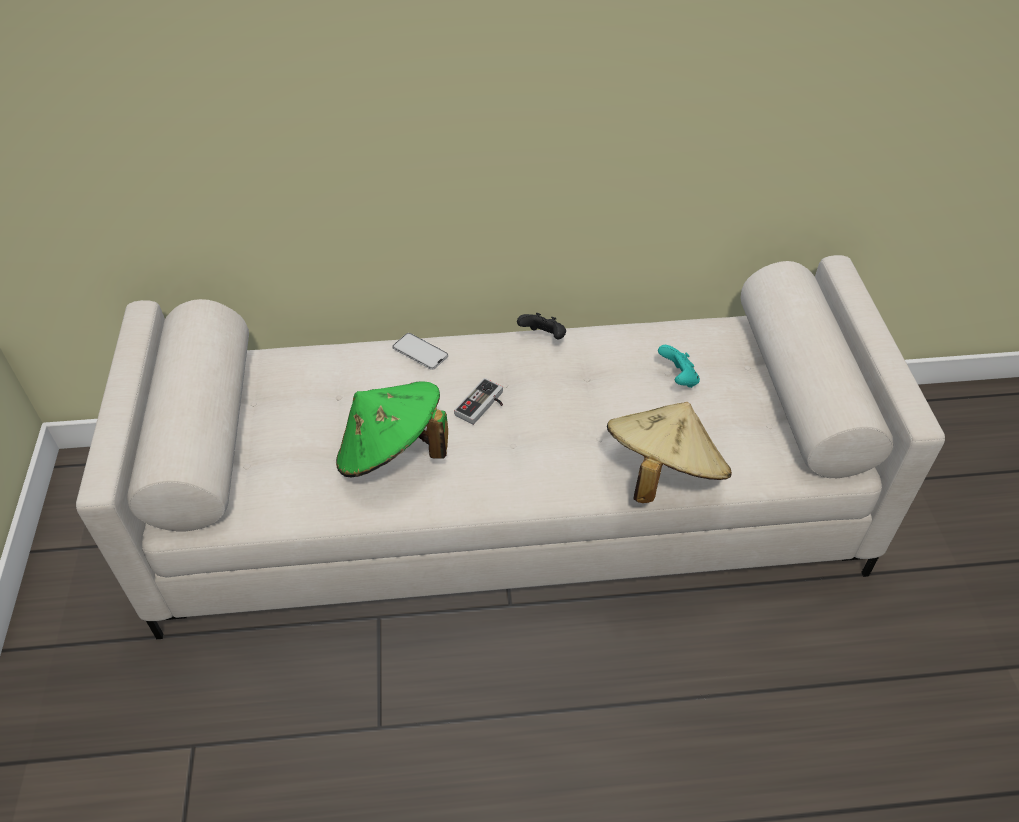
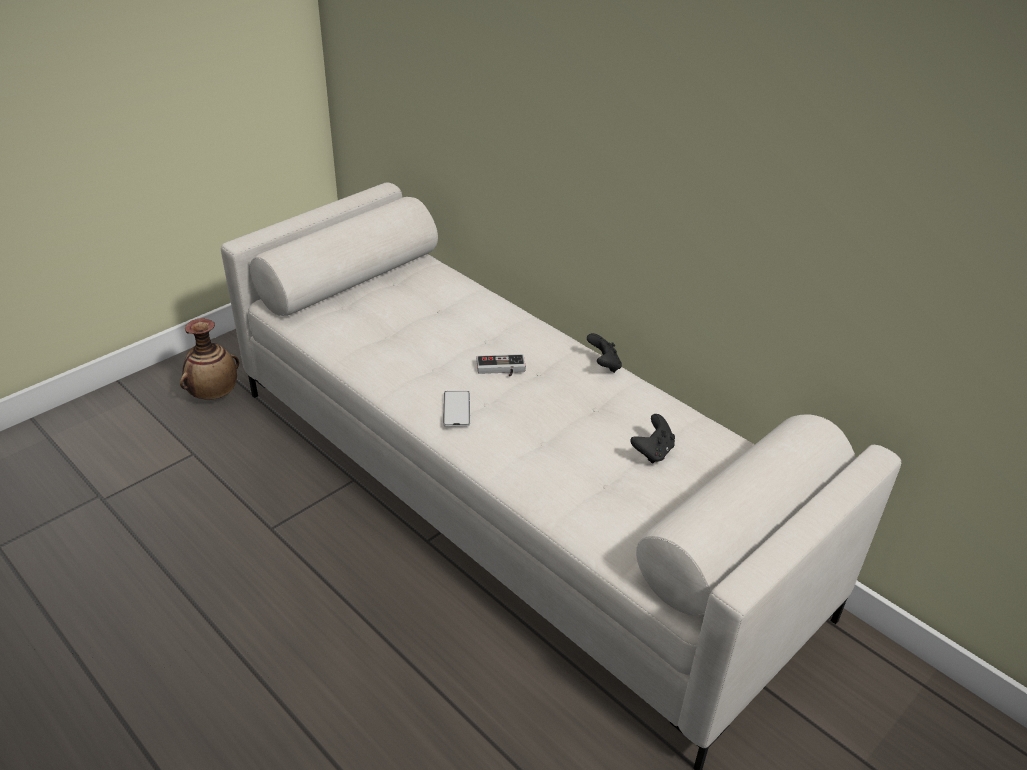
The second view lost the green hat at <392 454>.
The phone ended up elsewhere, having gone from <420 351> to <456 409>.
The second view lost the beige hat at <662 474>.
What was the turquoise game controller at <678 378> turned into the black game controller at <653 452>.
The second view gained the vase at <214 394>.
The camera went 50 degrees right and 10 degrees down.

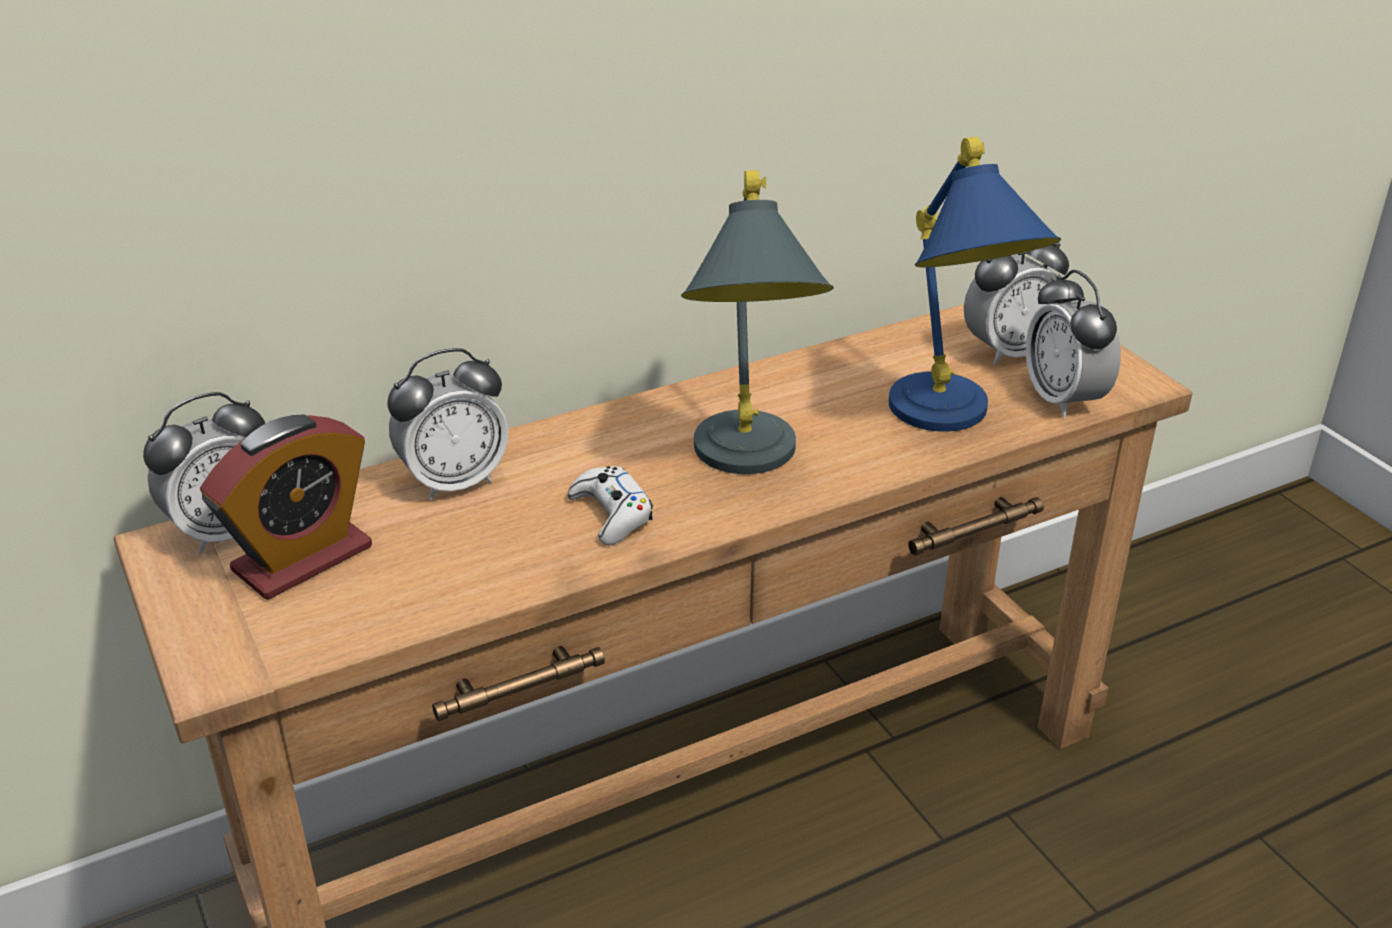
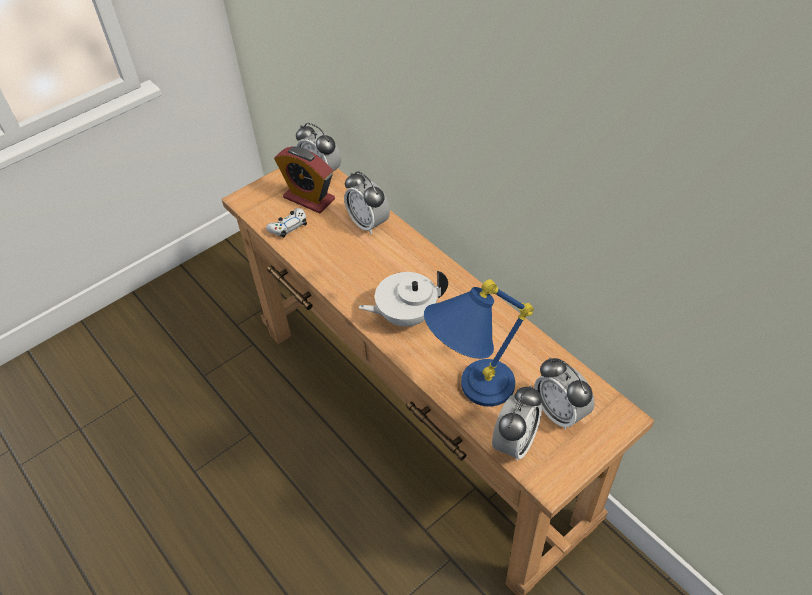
The white game controller ended up elsewhere, having gone from <611 514> to <288 226>.
Where the grey table lamp stood at <747 468>, the white teapot came to stand at <406 315>.
The alarm clock at <1064 400> ended up facing another way, 150 degrees clockwise from before.
The camera went 80 degrees right and 15 degrees up.

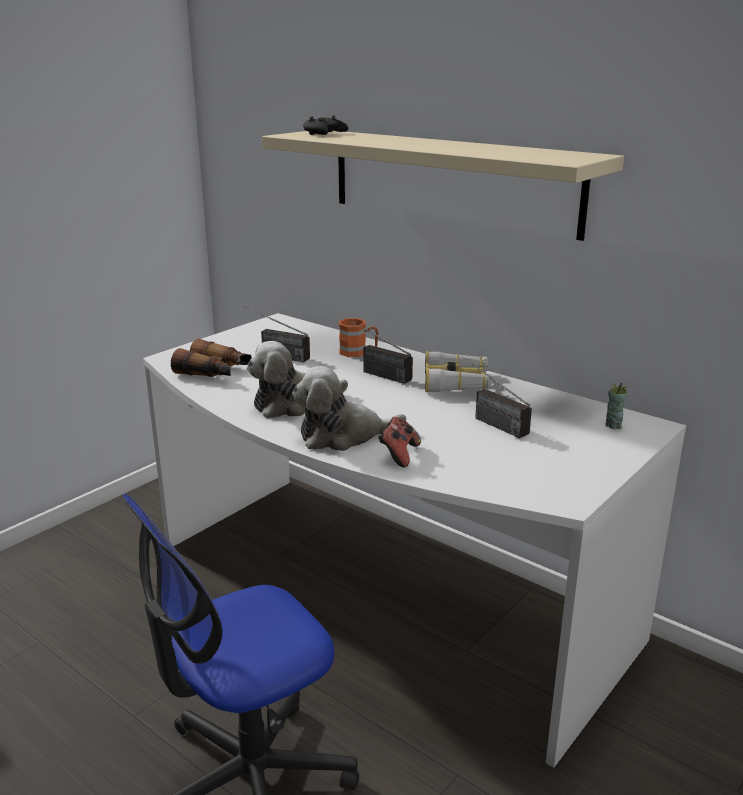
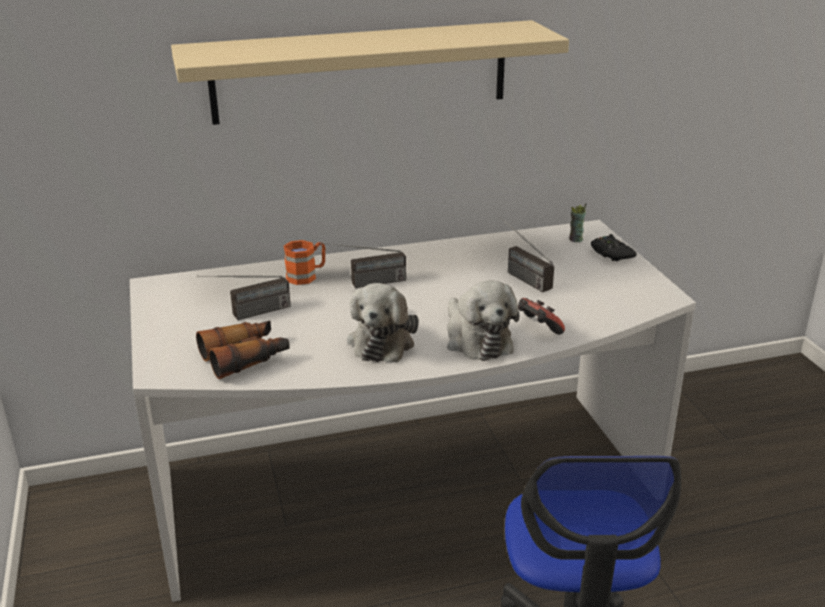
The plush toy at <343 436> ended up facing another way, 45 degrees counterclockwise from before.
The black game controller ended up elsewhere, having gone from <324 133> to <611 254>.
The second view lost the binoculars at <456 382>.
The radio at <488 421> ended up facing another way, 60 degrees clockwise from before.
The camera went 55 degrees left and 5 degrees up.

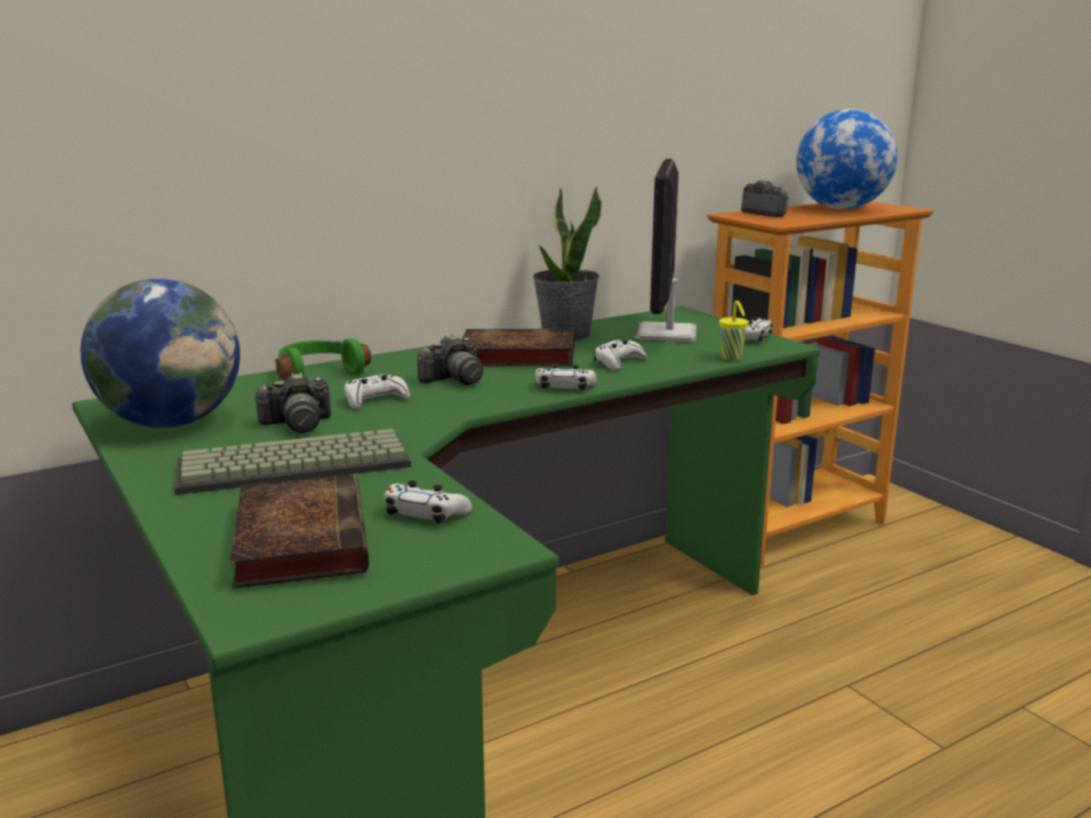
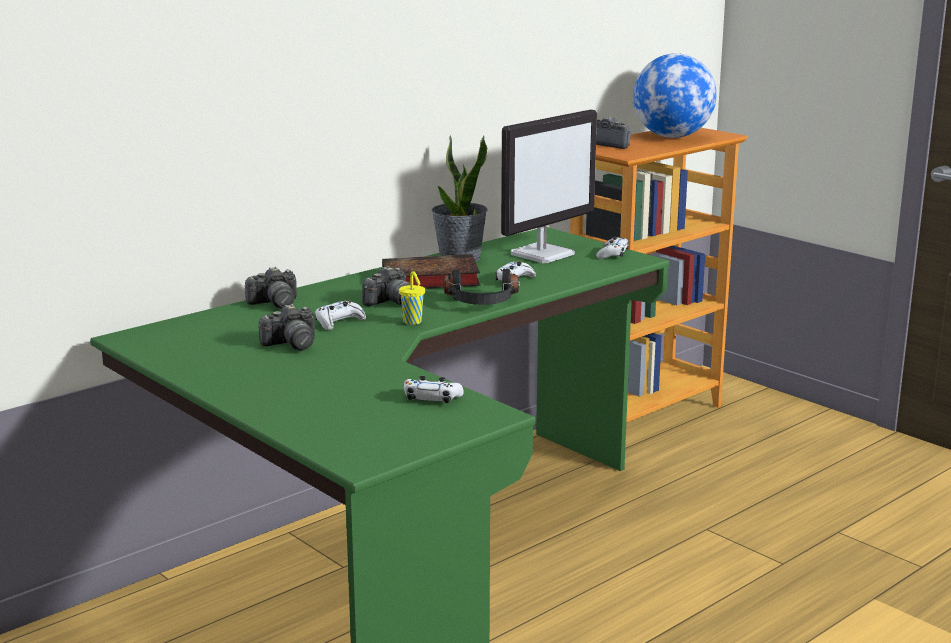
The second view lost the globe at <171 423>.
The second view lost the keyboard at <291 467>.
The second view lost the book at <299 538>.
Where the green headphones stood at <317 373>, the photo camera came to stand at <275 303>.
Where the white game controller stood at <565 387>, the black headphones came to stand at <482 303>.
The monitor at <666 334> ended up facing another way, 135 degrees counterclockwise from before.
The yellow cup ended up elsewhere, having gone from <732 358> to <413 322>.
The camera went 10 degrees left and 0 degrees up.

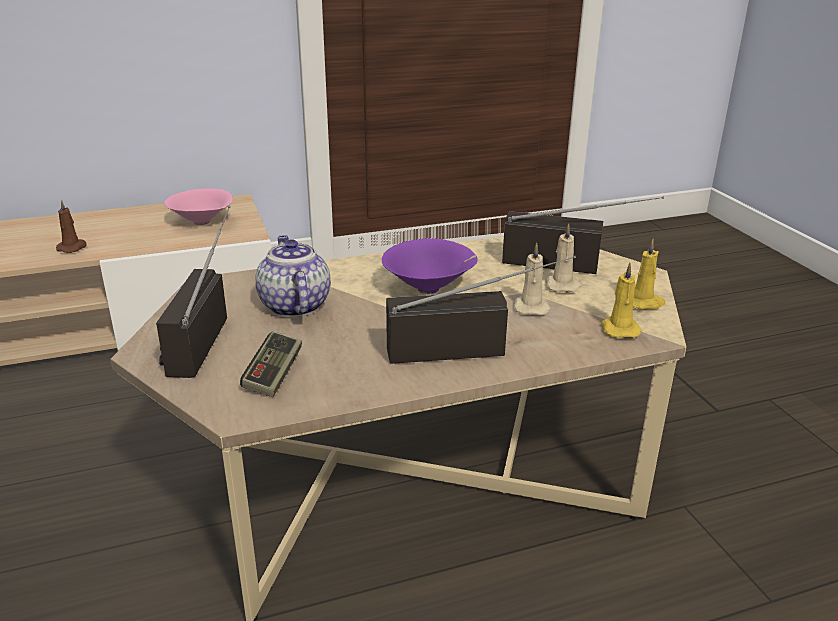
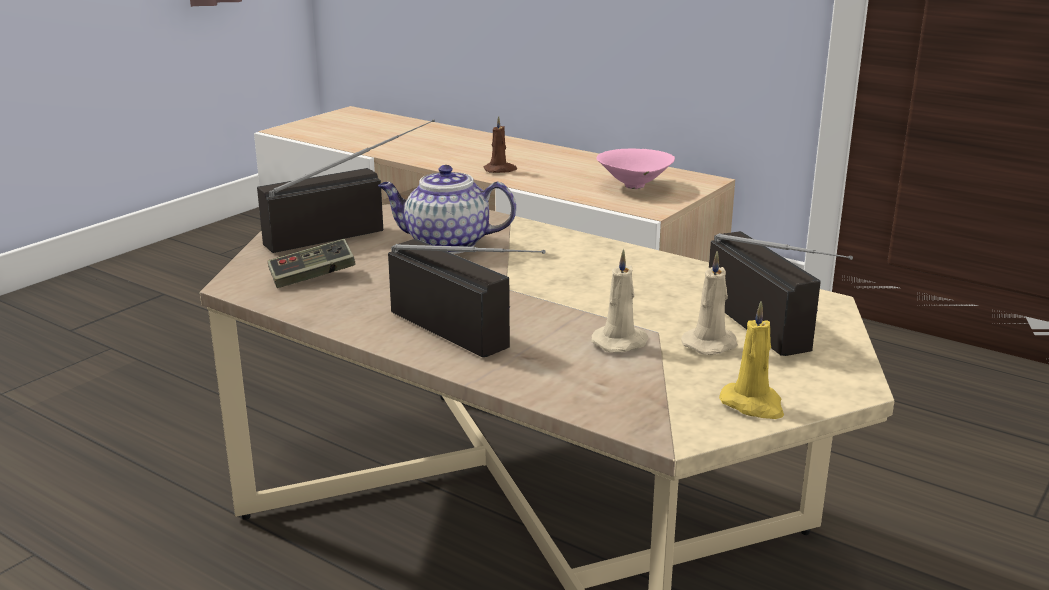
The teapot at <293 305> ended up facing another way, 120 degrees counterclockwise from before.
The second view lost the purple bowl at <430 289>.
The second view lost the yellow candle at <619 329>.
The camera went 55 degrees right and 5 degrees down.

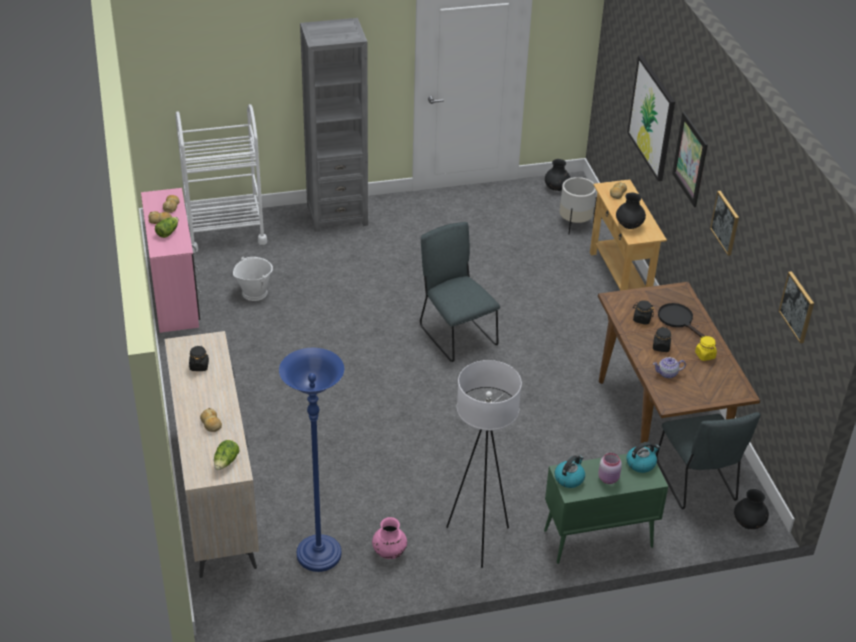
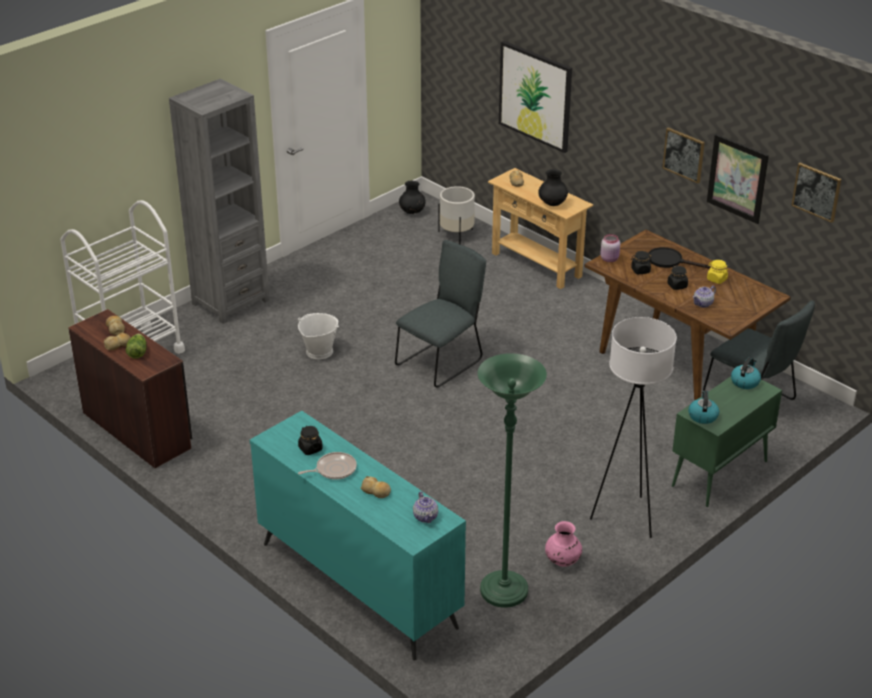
What was the pink desk at <176 295> turned into the brown desk at <138 429>.
What was the beige dresser at <217 494> turned into the turquoise dresser at <358 584>.
Where the lettuce stood at <226 462>, the teapot came to stand at <425 516>.
The white bucket ended up elsewhere, having gone from <254 292> to <319 351>.
What was the blue floor lamp at <318 555> turned into the green floor lamp at <503 591>.
The grey chair at <456 334> ended up facing another way, 105 degrees clockwise from before.
The pink jar ended up elsewhere, having gone from <609 478> to <610 259>.
The picture ended up elsewhere, having gone from <690 159> to <737 178>.
The second view lost the black vase at <748 523>.
The second view gained the frying pan at <334 469>.
The camera went 30 degrees left and 5 degrees down.

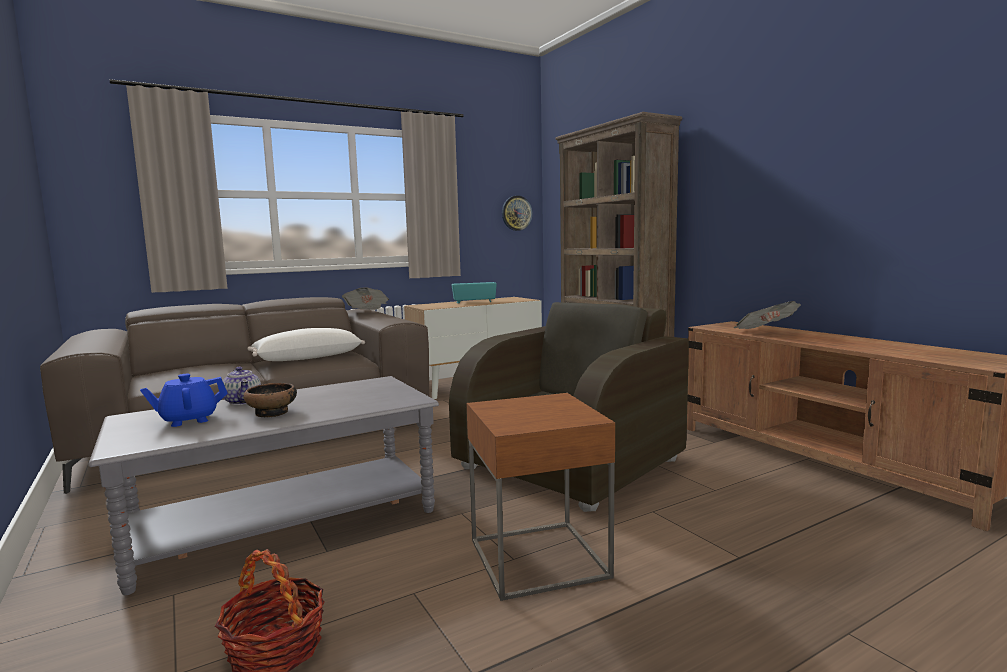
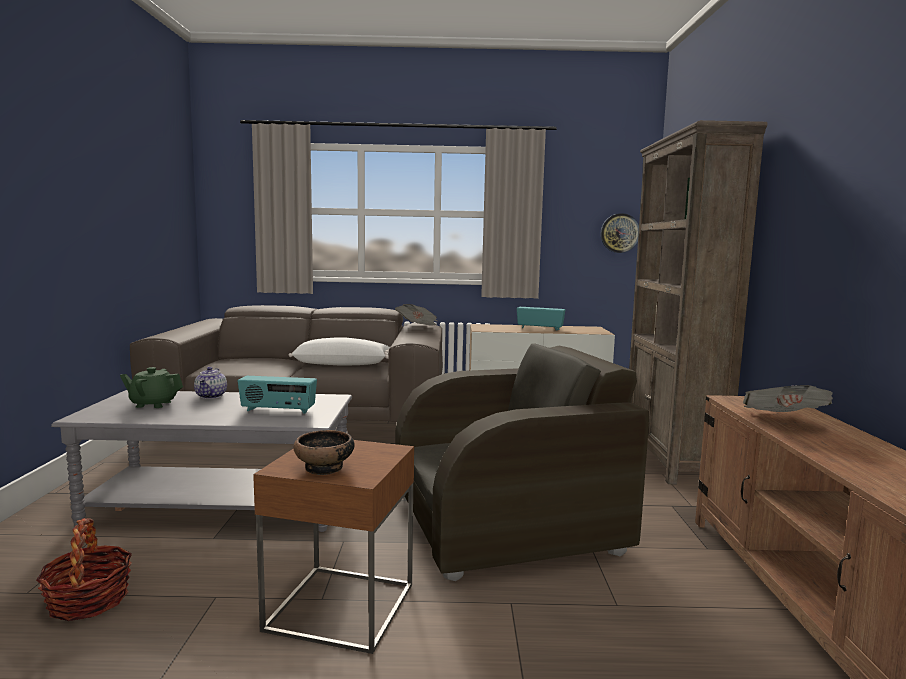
What was the blue teapot at <188 420> turned into the green teapot at <153 404>.
The bowl ended up elsewhere, having gone from <272 413> to <325 468>.
The second view gained the radio at <278 411>.
The camera went 30 degrees right and 0 degrees up.

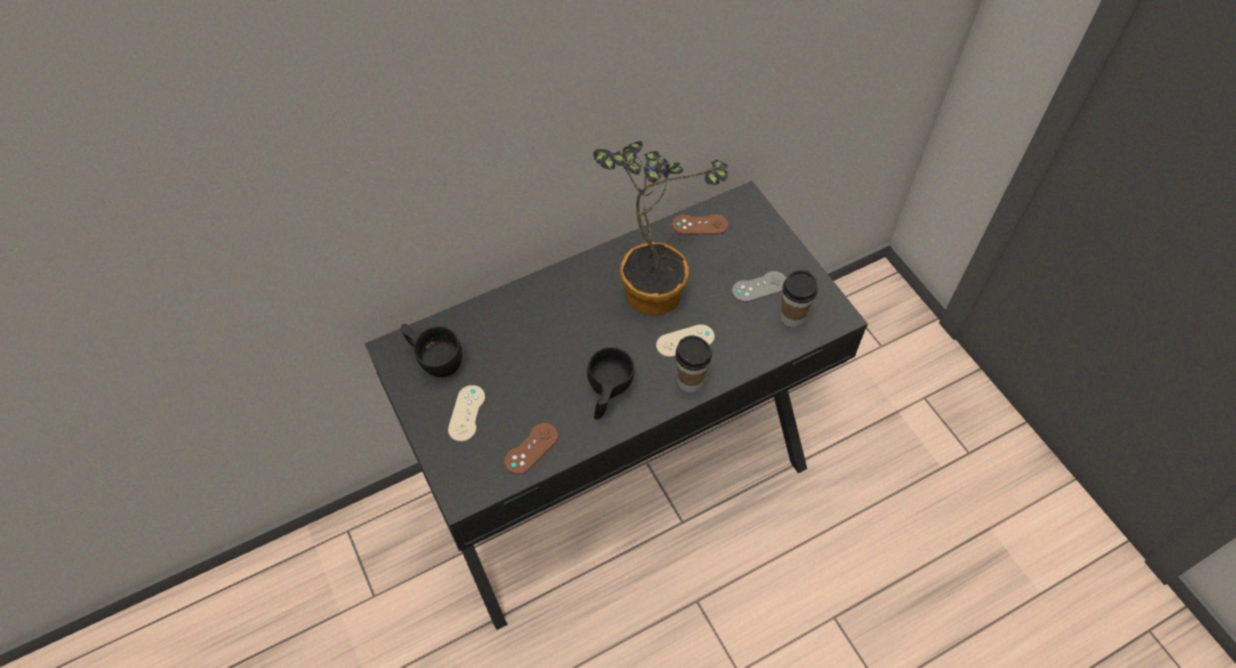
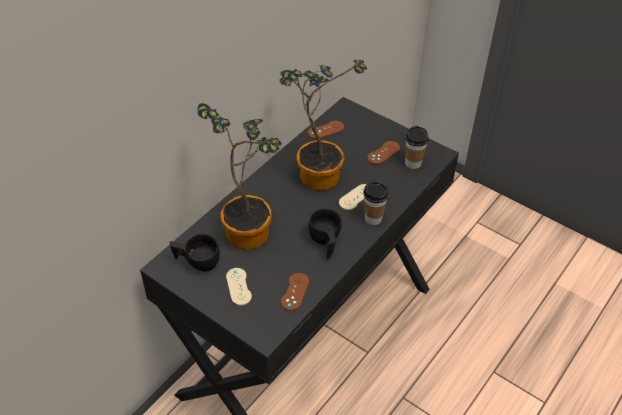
What was the grey game controller at <759 287> turned into the brown game controller at <383 153>.
The second view gained the potted plant at <250 228>.
The camera went 25 degrees left and 10 degrees down.

